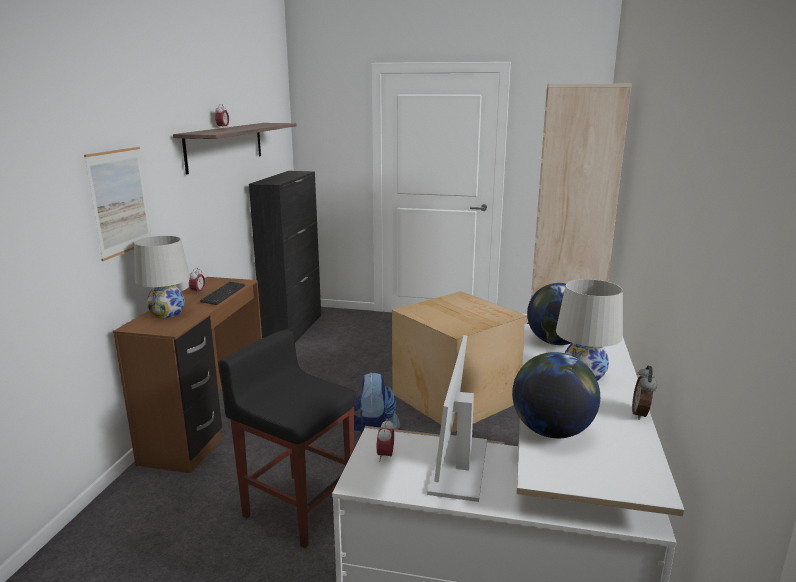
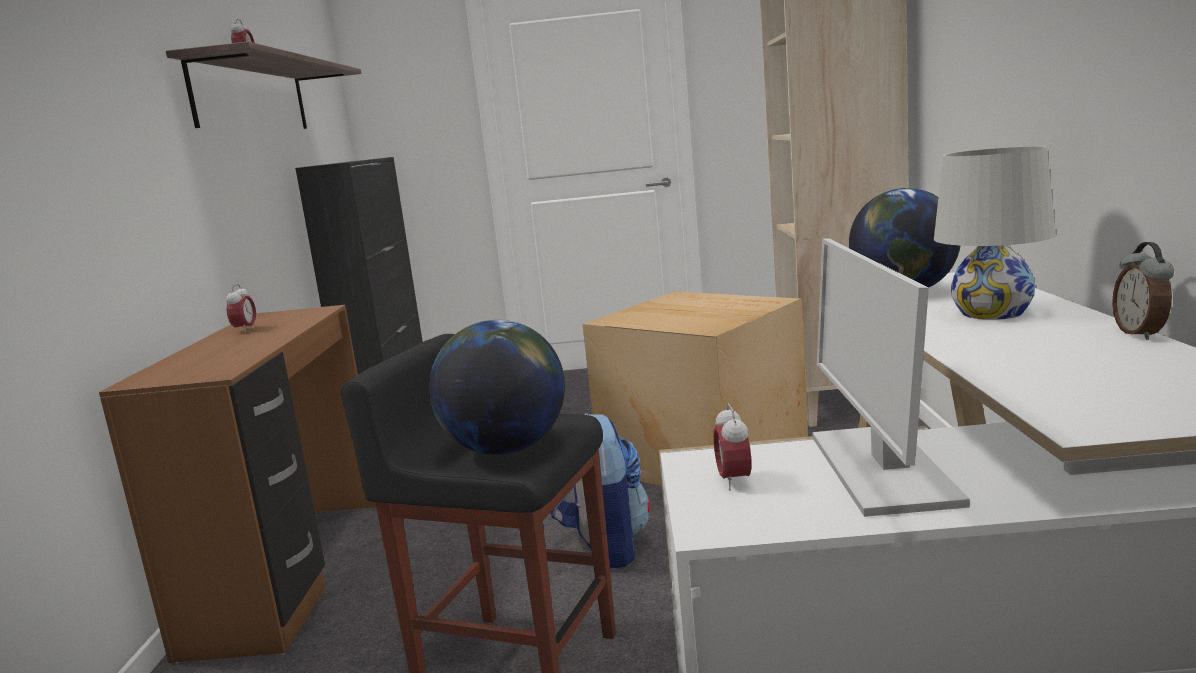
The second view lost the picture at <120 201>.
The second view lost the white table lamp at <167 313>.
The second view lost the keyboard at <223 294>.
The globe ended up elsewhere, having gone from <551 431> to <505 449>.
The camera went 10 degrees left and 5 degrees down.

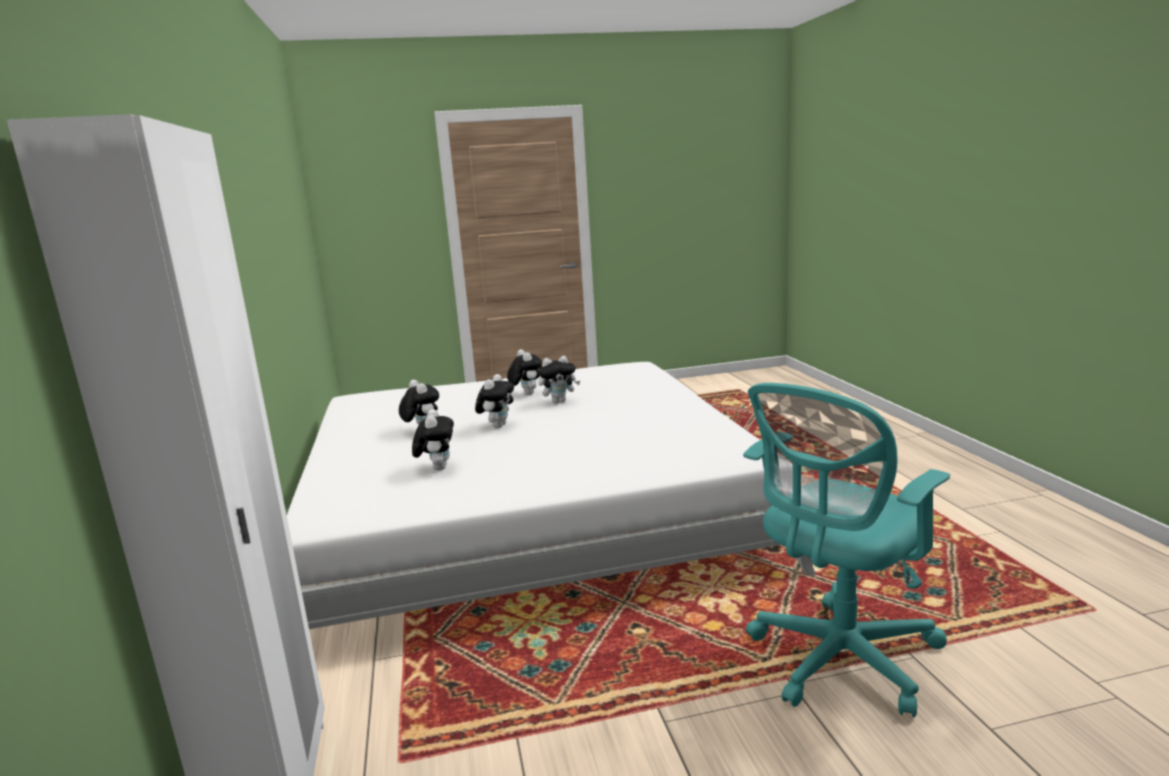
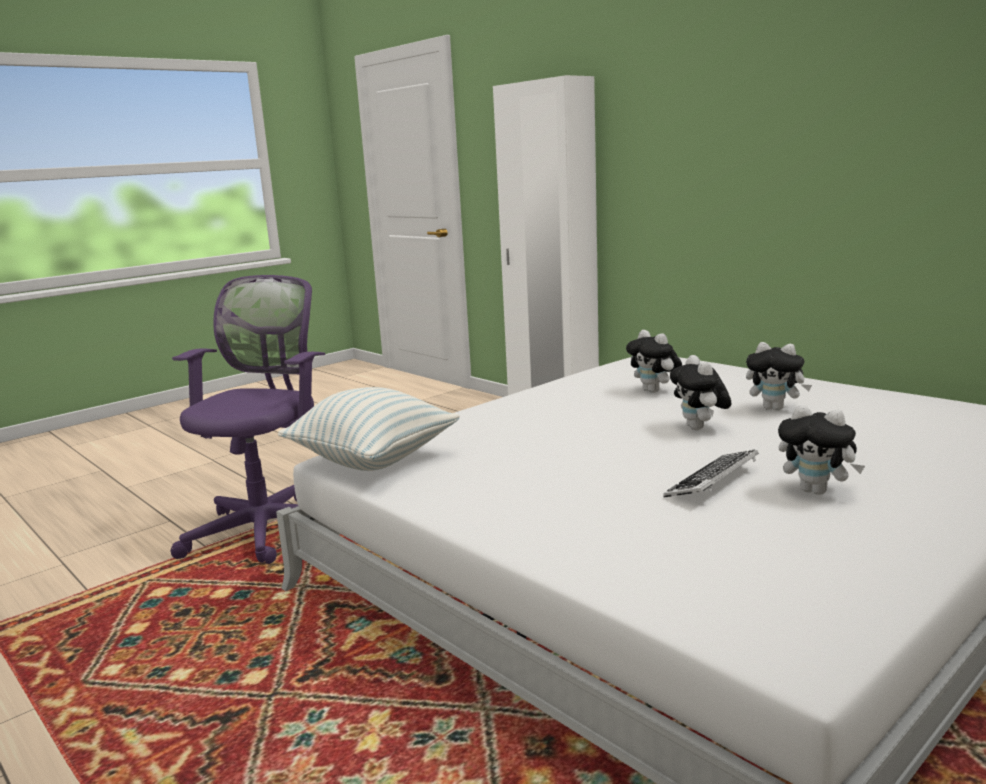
Where the plush toy stood at <559 401>, the keyboard came to stand at <713 482>.
What was the turquoise office chair at <838 661> turned into the purple office chair at <267 528>.
The second view gained the pillow at <373 460>.
The camera went 150 degrees right and 0 degrees up.

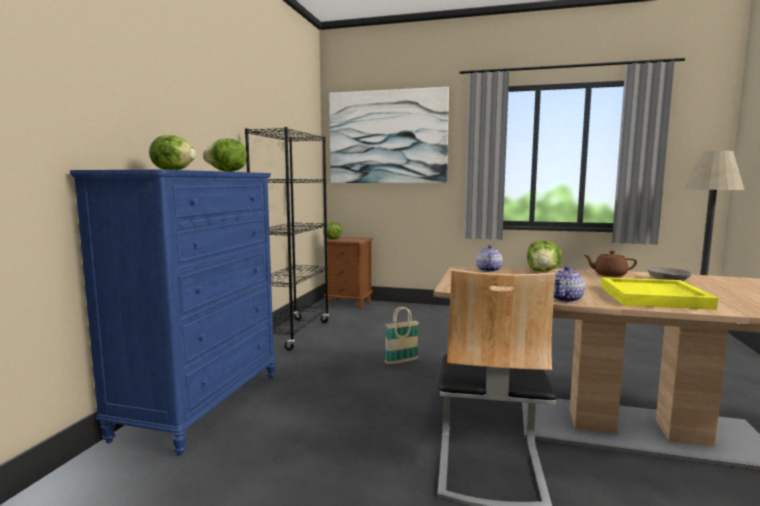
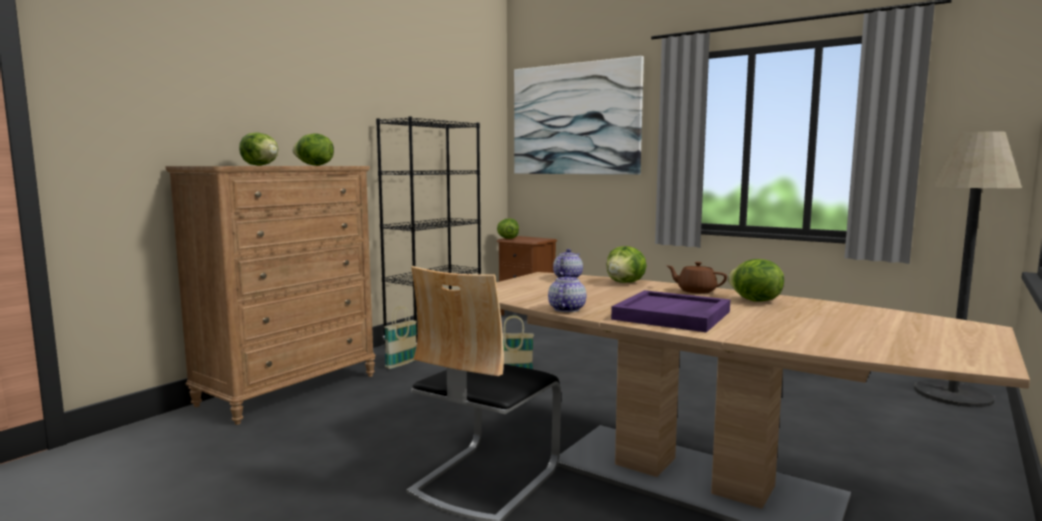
What was the blue dresser at <201 405> turned into the brown dresser at <289 389>.
The teapot at <565 299> ended up facing another way, 135 degrees clockwise from before.
What was the yellow tray at <654 297> turned into the purple tray at <672 315>.
Where the grey bowl stood at <668 279>, the lettuce came to stand at <754 301>.
The second view gained the basket at <401 364>.
The camera went 20 degrees right and 0 degrees up.

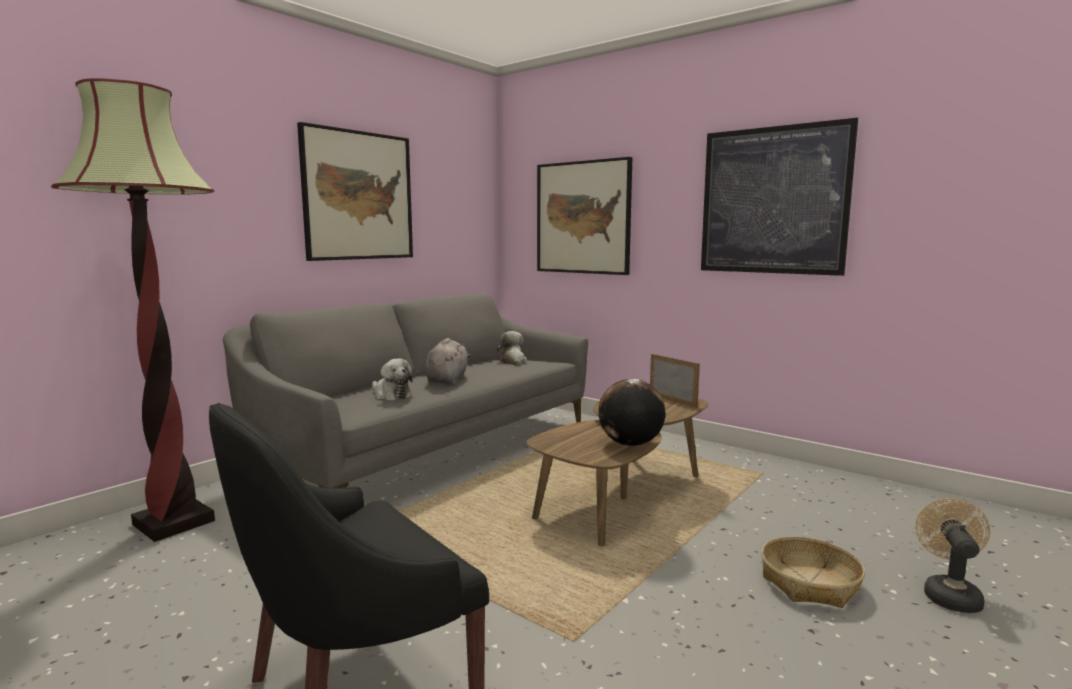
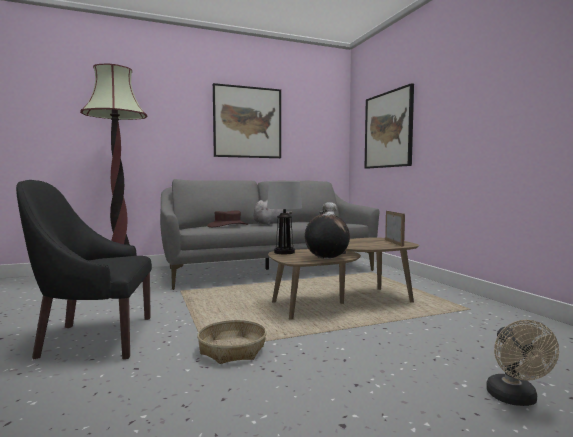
Where the plush toy stood at <391 395>, the brown hat came to stand at <227 225>.
The second view lost the picture at <773 201>.
The basket ended up elsewhere, having gone from <809 583> to <232 350>.
The beige fan at <949 594> ended up facing another way, 135 degrees clockwise from before.
The second view gained the table lamp at <284 252>.
The camera went 30 degrees right and 5 degrees down.

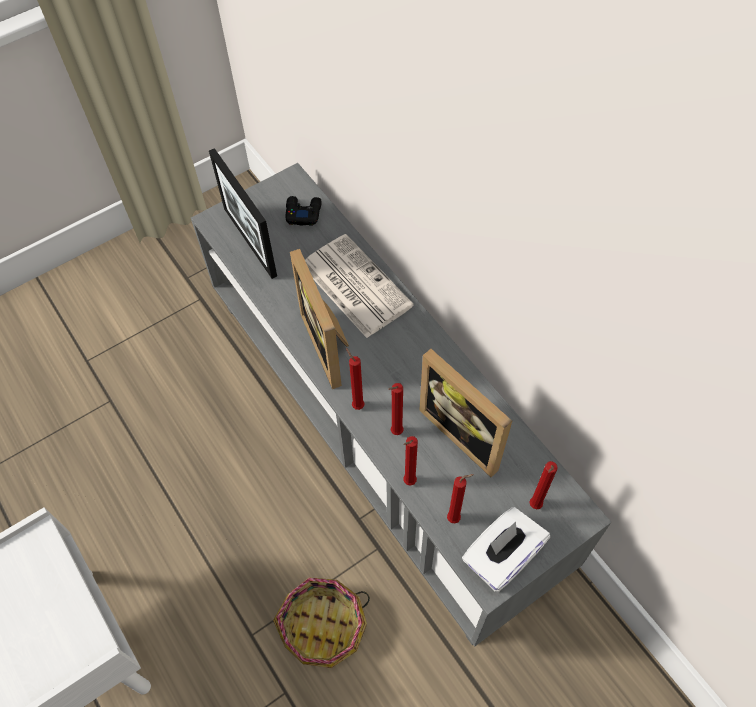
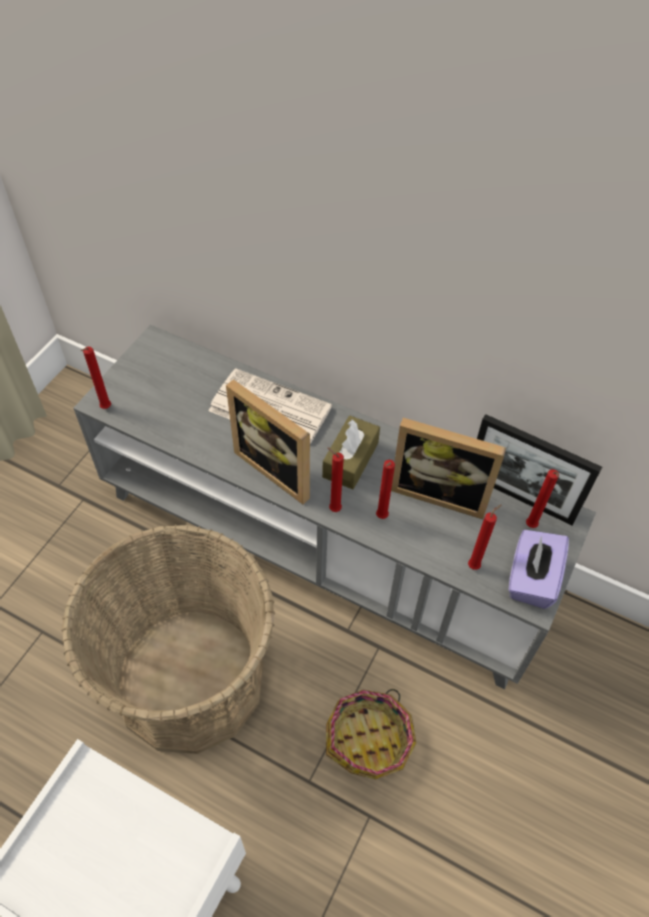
The picture frame ended up elsewhere, having gone from <250 241> to <519 497>.
The second view lost the black game controller at <303 213>.
The red candle ended up elsewhere, having gone from <408 482> to <105 409>.
What was the white tissue box at <501 557> turned into the purple tissue box at <531 579>.
The second view gained the basket at <189 678>.
The second view gained the brown tissue box at <350 460>.
The camera went 30 degrees left and 5 degrees down.

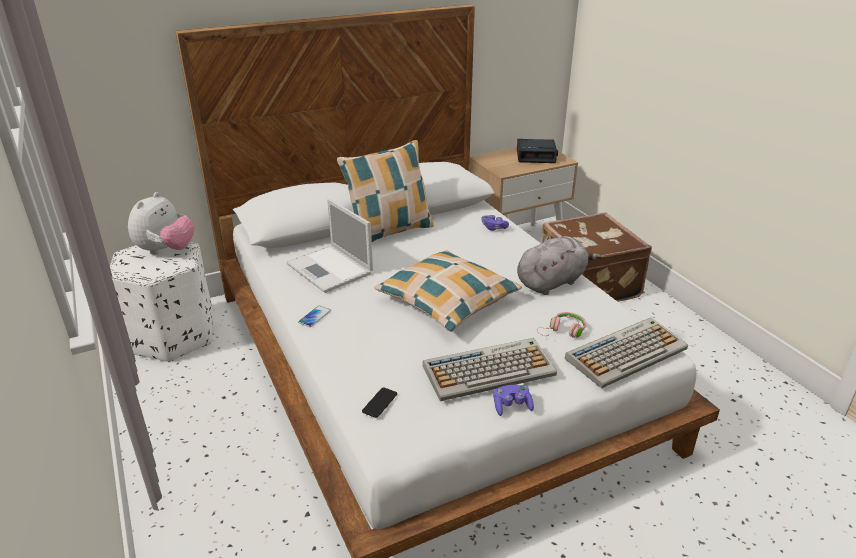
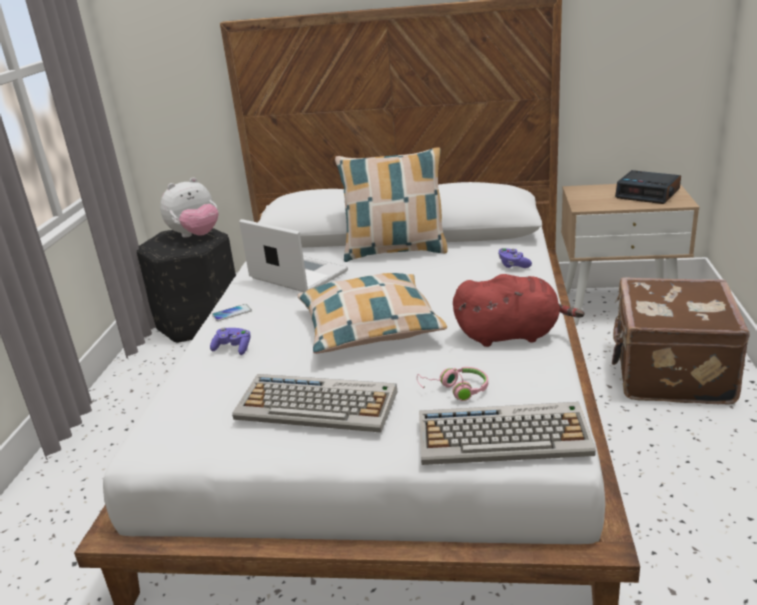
What was the white ottoman at <173 336> turned into the black ottoman at <200 322>.
The laptop at <330 269> ended up facing another way, 135 degrees clockwise from before.
The second view lost the phone at <379 403>.
The purple game controller ended up elsewhere, having gone from <511 406> to <233 348>.
What was the grey plush toy at <552 282> turned into the red plush toy at <511 335>.
The camera went 35 degrees right and 5 degrees down.

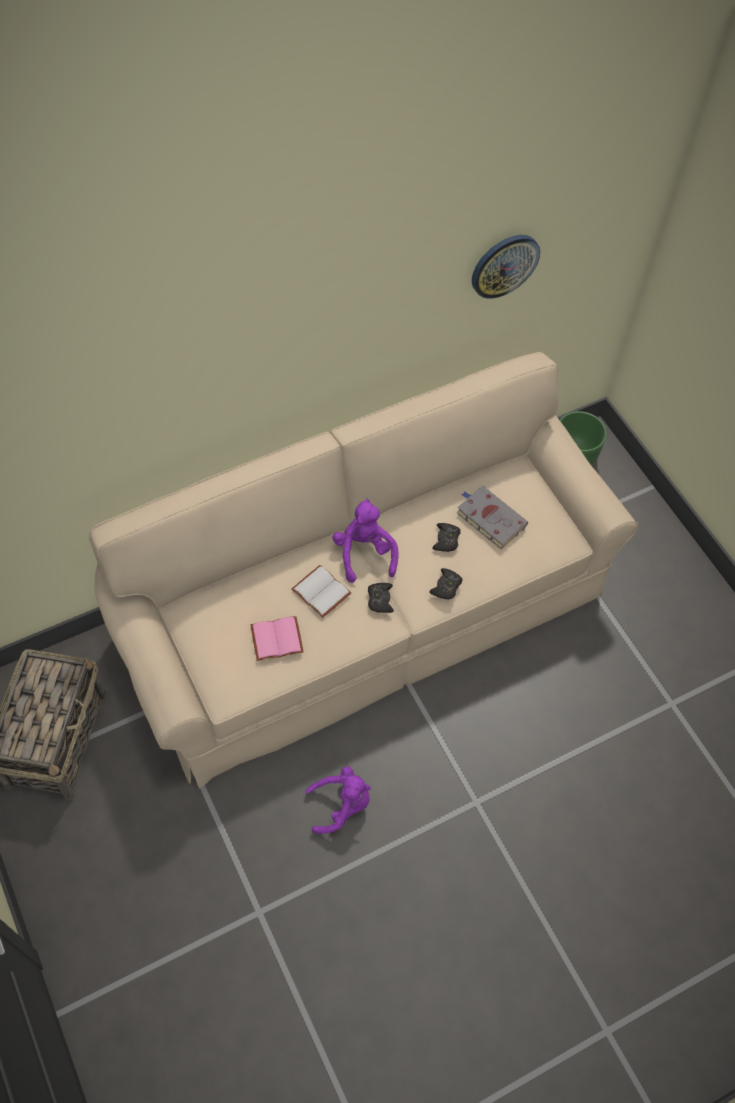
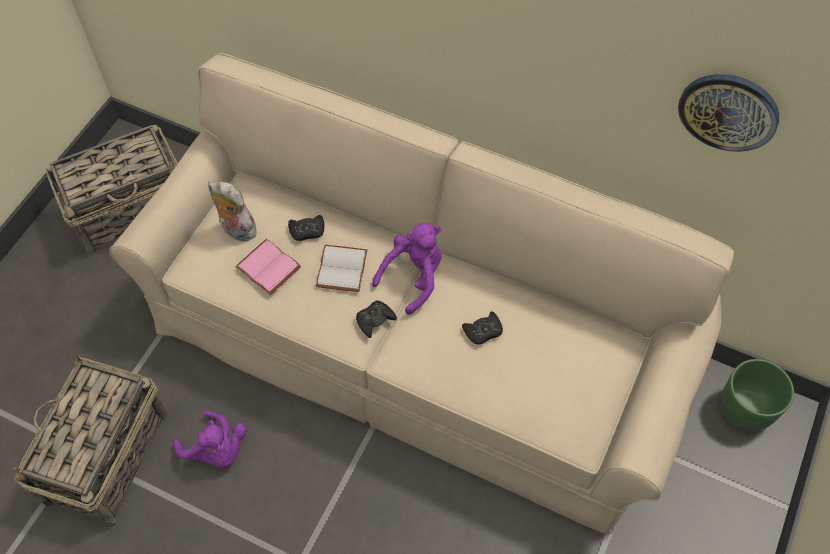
The black game controller ended up elsewhere, having gone from <446 587> to <307 231>.
The second view lost the grey book at <489 518>.
The second view gained the basket at <106 458>.
The second view gained the plush toy at <236 230>.
The camera went 55 degrees right and 0 degrees up.

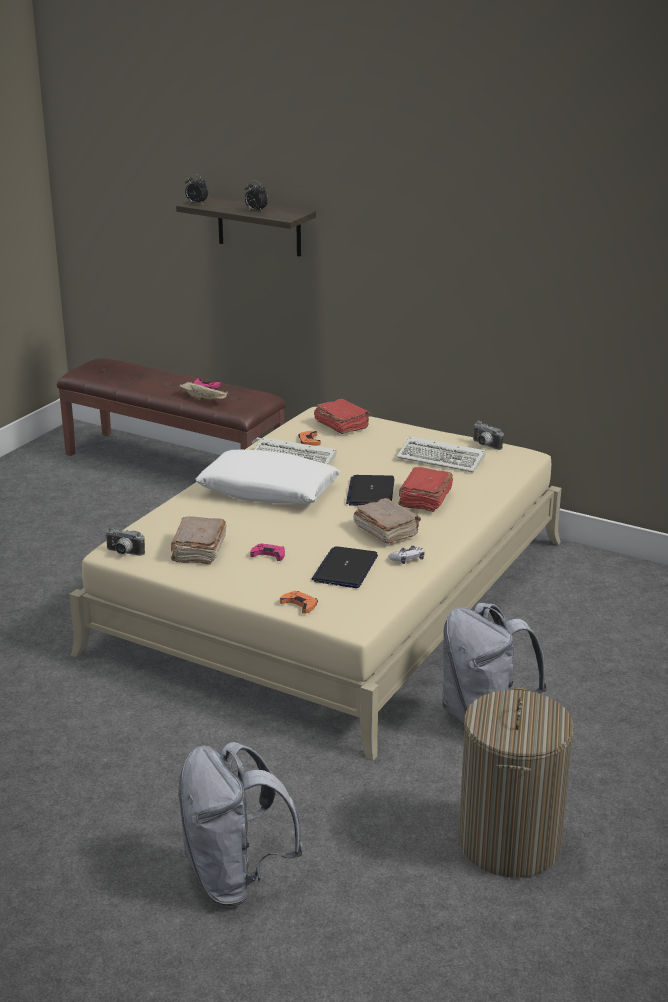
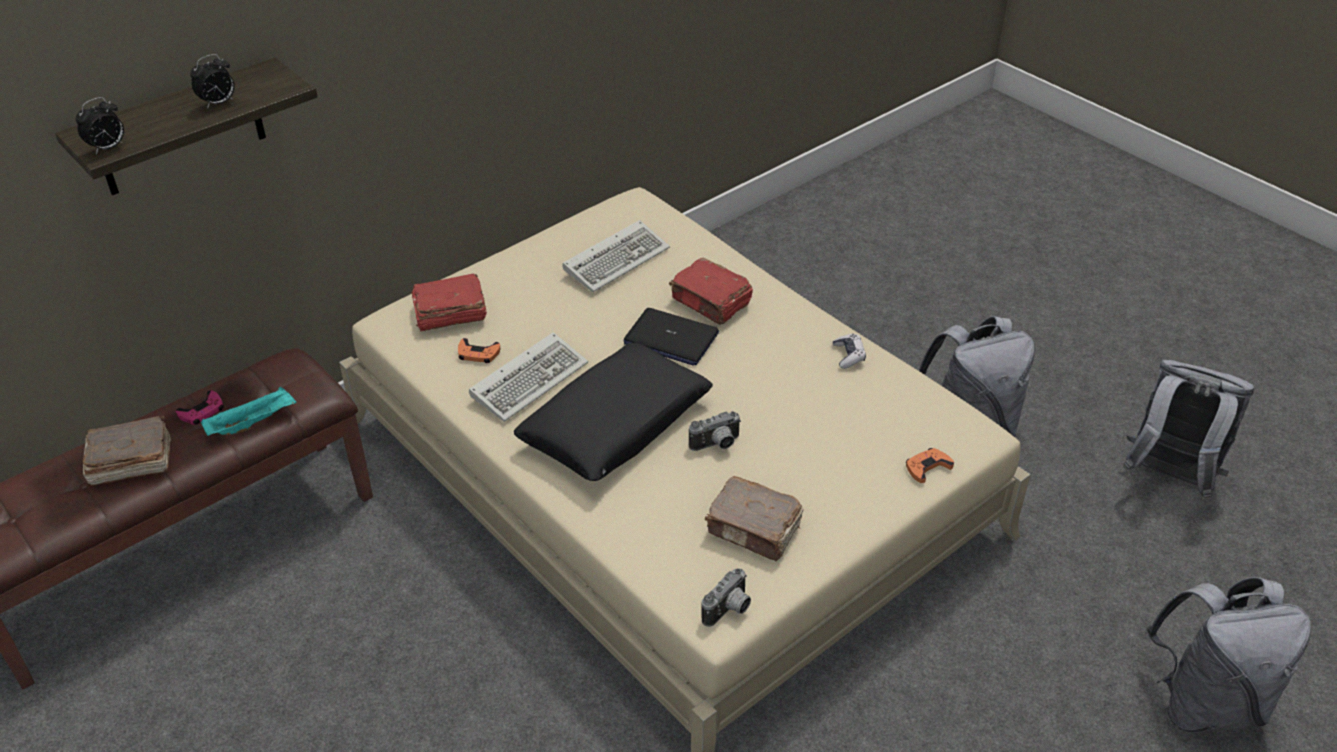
What was the beige tray at <205 399> turned into the turquoise tray at <253 423>.
What was the white pillow at <268 491> turned into the black pillow at <615 425>.
The second view lost the pink game controller at <268 554>.
The second view lost the laptop at <345 569>.
The brown book ended up elsewhere, having gone from <386 531> to <130 462>.
Where the laundry basket stood at <509 843>, the grey backpack came to stand at <1167 477>.
The photo camera ended up elsewhere, having gone from <484 445> to <717 445>.
The camera went 70 degrees left and 15 degrees up.

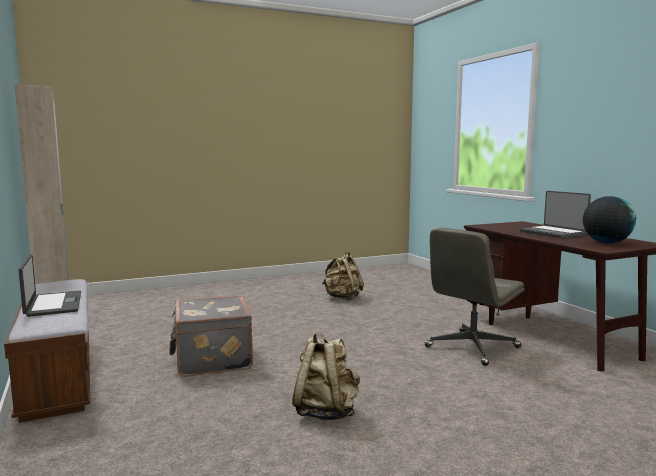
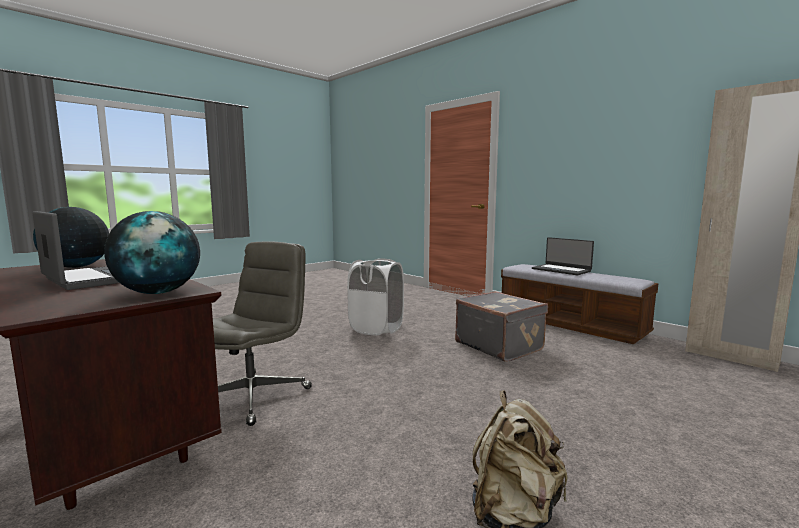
Where the beige backpack stood at <326 412>, the white laundry basket came to stand at <376 328>.
The second view gained the globe at <158 292>.
The camera went 160 degrees right and 0 degrees up.

